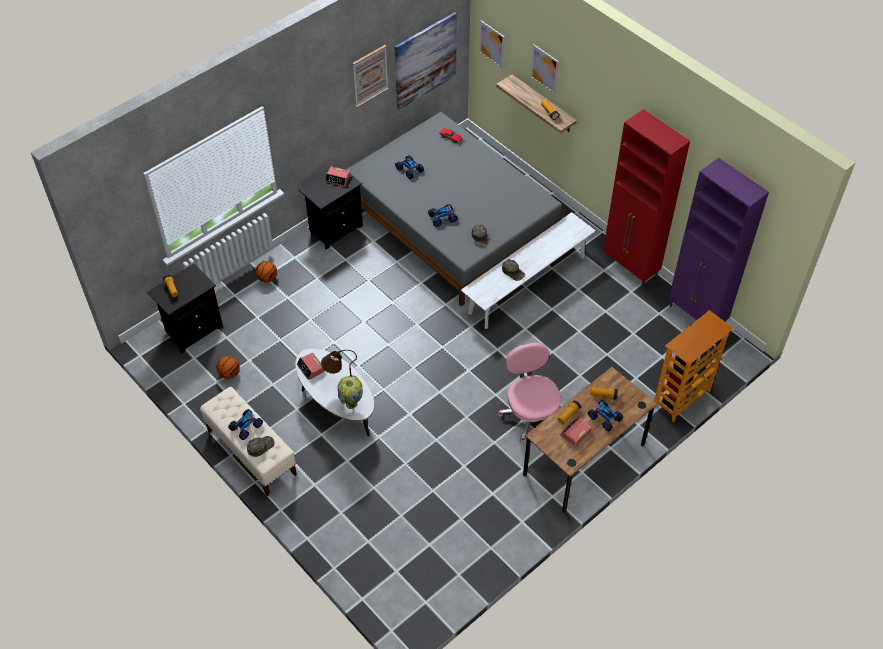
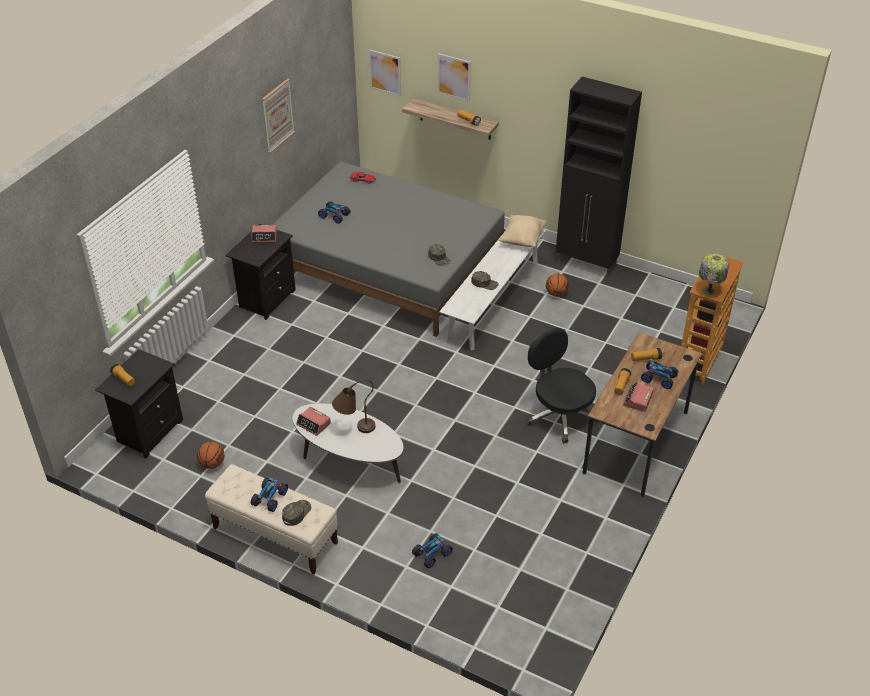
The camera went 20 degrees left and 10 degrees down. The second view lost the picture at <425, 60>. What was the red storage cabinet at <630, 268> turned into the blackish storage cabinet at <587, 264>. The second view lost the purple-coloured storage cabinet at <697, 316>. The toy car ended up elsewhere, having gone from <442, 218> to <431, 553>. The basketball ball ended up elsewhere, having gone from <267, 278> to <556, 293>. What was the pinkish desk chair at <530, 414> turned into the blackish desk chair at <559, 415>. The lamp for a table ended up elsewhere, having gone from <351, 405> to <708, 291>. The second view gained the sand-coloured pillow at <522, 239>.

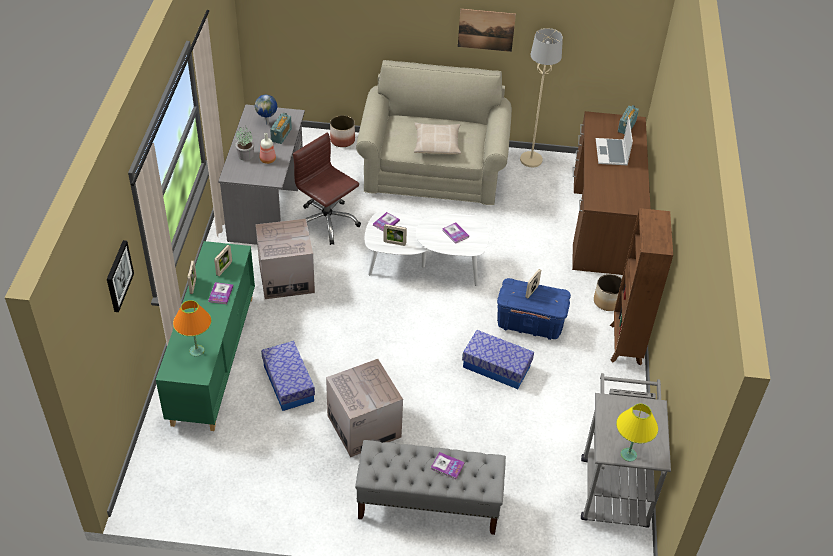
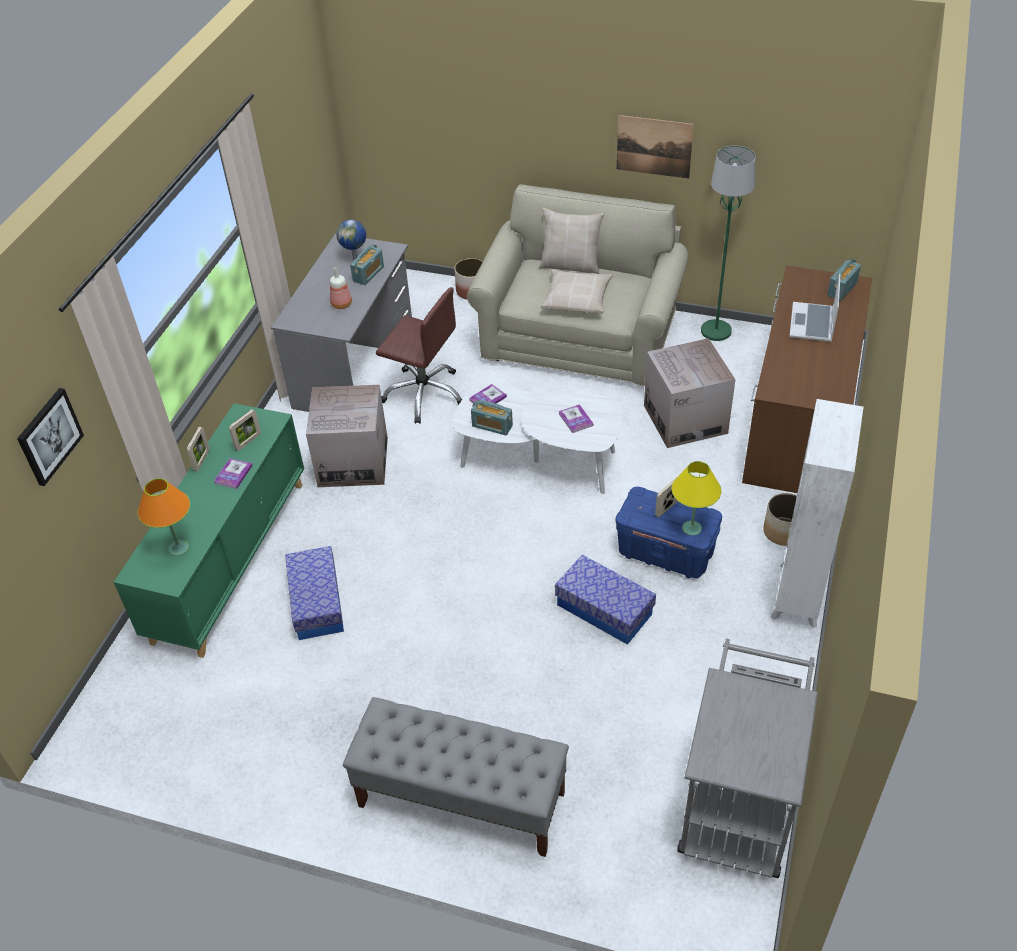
The camera went 15 degrees right and 0 degrees up. What was the sand-coloured standard lamp at <531, 160> turned into the green standard lamp at <716, 331>. The second view lost the plant in a pot at <245, 155>. The brownish desk chair at <327, 222> ended up facing another way, 150 degrees clockwise from before. What was the brownish bookshelf at <625, 345> turned into the white-coloured bookshelf at <797, 596>. Where the picture frame stood at <394, 243>, the radio came to stand at <492, 426>. The carton ended up elsewhere, having gone from <364, 426> to <685, 419>. The yellow lamp for a table ended up elsewhere, having gone from <628, 455> to <692, 528>. The second view lost the bound book at <447, 466>. The second view gained the sand-coloured pillow at <570, 265>.

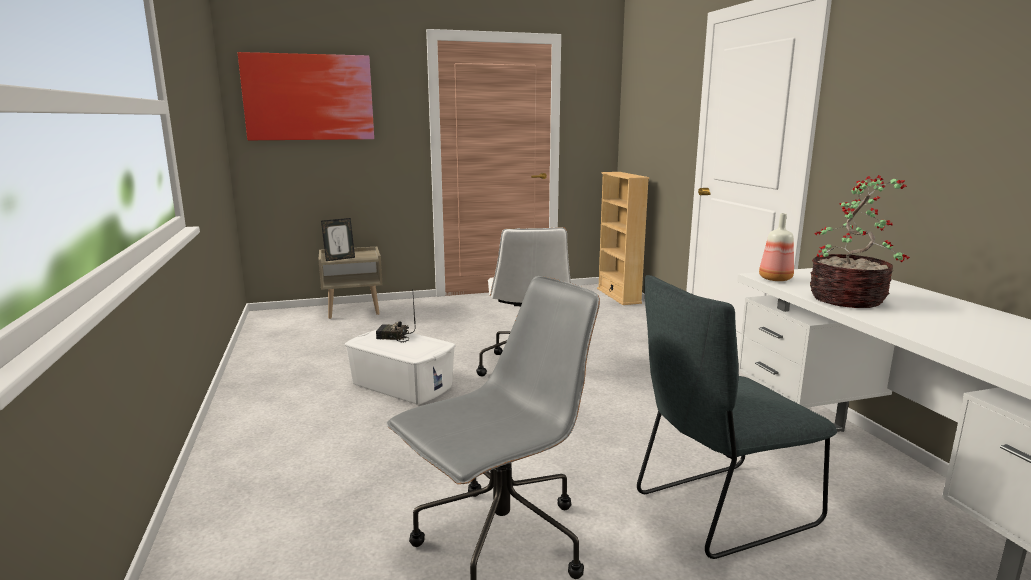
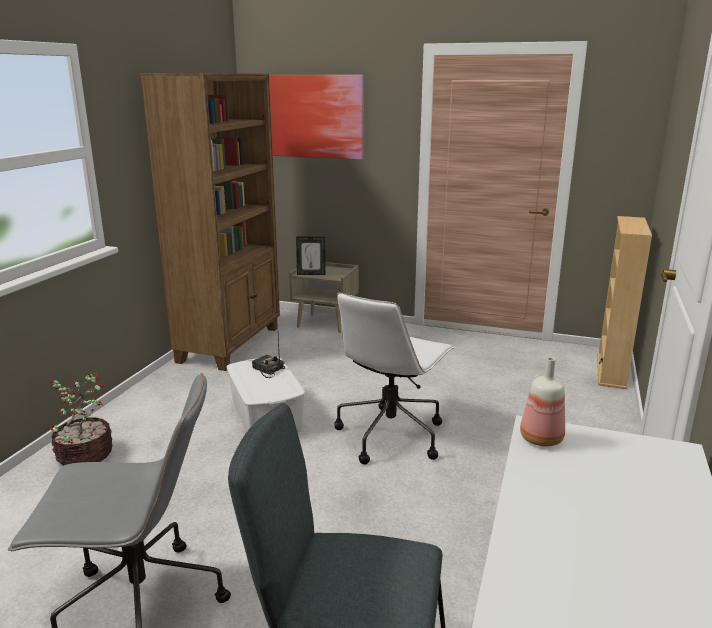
The camera went 35 degrees right and 5 degrees up. The plant in a pot ended up elsewhere, having gone from <848, 299> to <84, 456>. The second view gained the brownish bookshelf at <231, 344>.

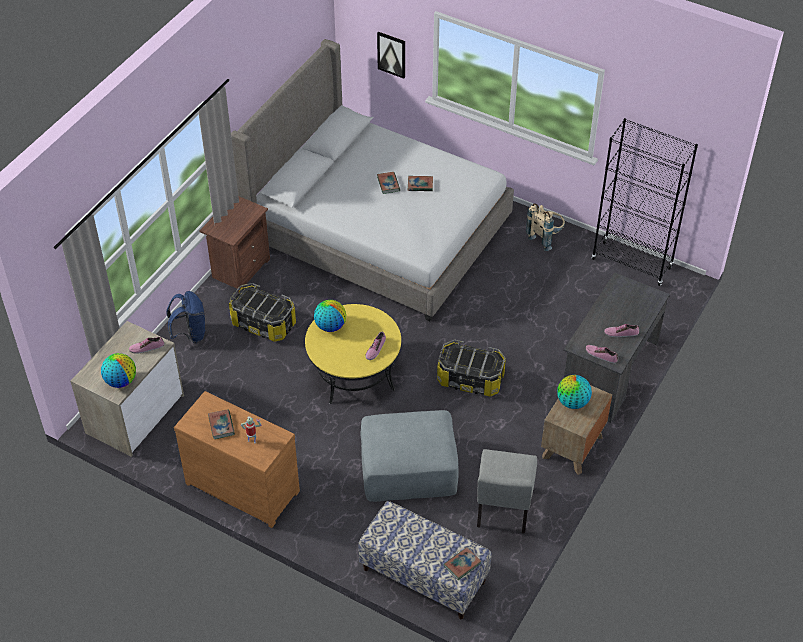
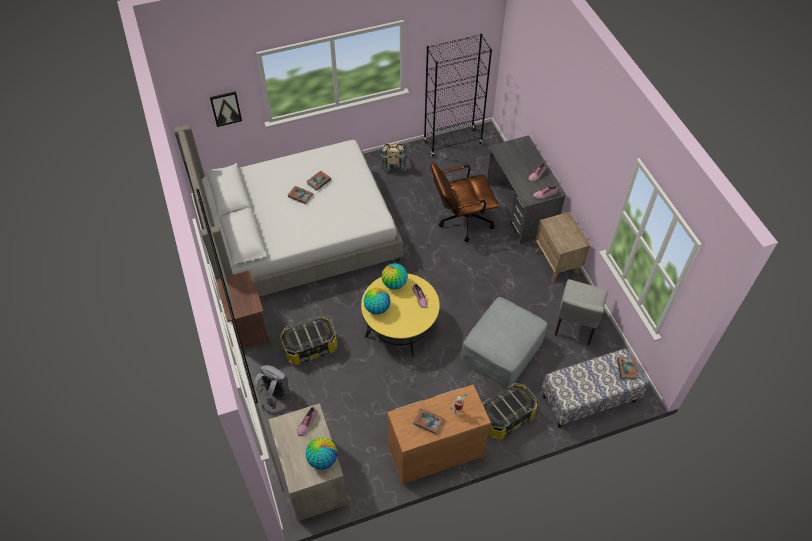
The camera went 50 degrees left and 5 degrees up. What was the blue knapsack at <190, 334> turned into the greyish knapsack at <274, 395>. The storage box ended up elsewhere, having gone from <470, 379> to <506, 418>. The world globe ended up elsewhere, having gone from <572, 402> to <394, 284>. The greyish chair at <503, 512> ended up facing another way, 60 degrees clockwise from before. The second view gained the brownish desk chair at <461, 221>.

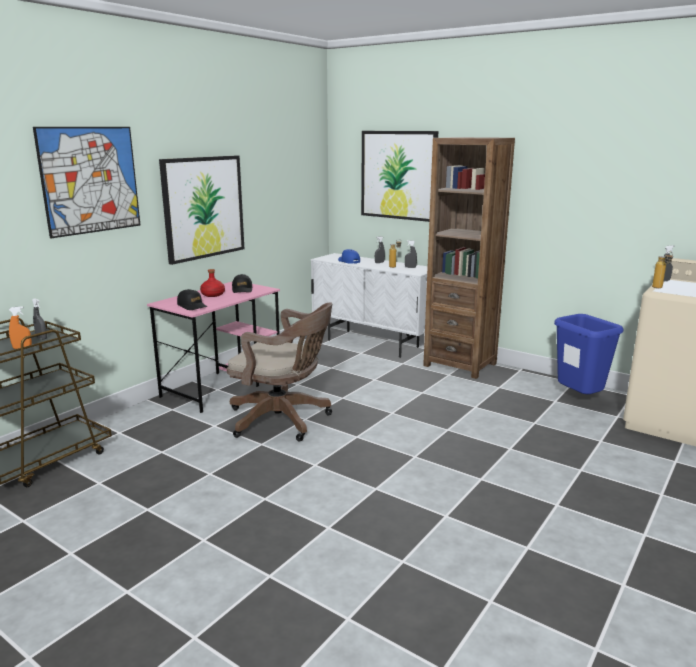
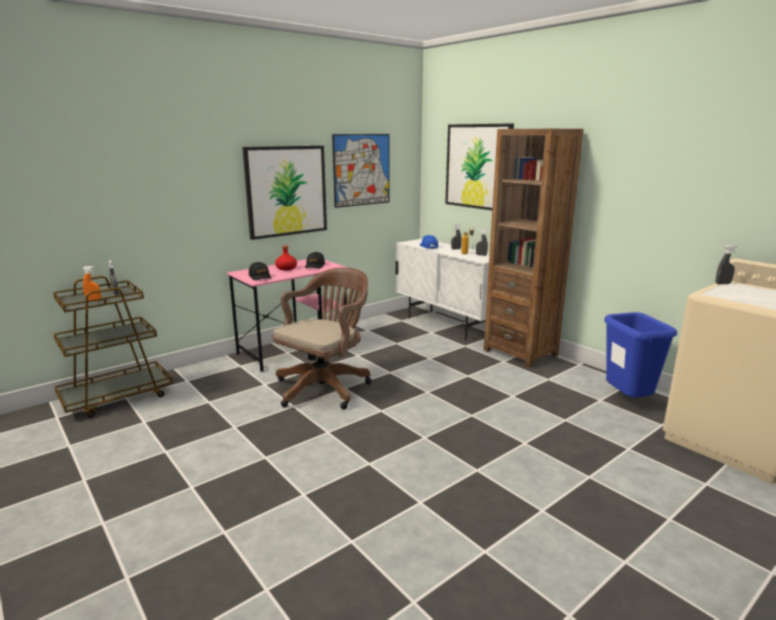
The camera went 15 degrees right and 0 degrees up. The picture ended up elsewhere, having gone from <90, 180> to <362, 170>. The second view lost the beverage bottle at <660, 288>. The brownish desk chair at <283, 420> ended up facing another way, 90 degrees counterclockwise from before.

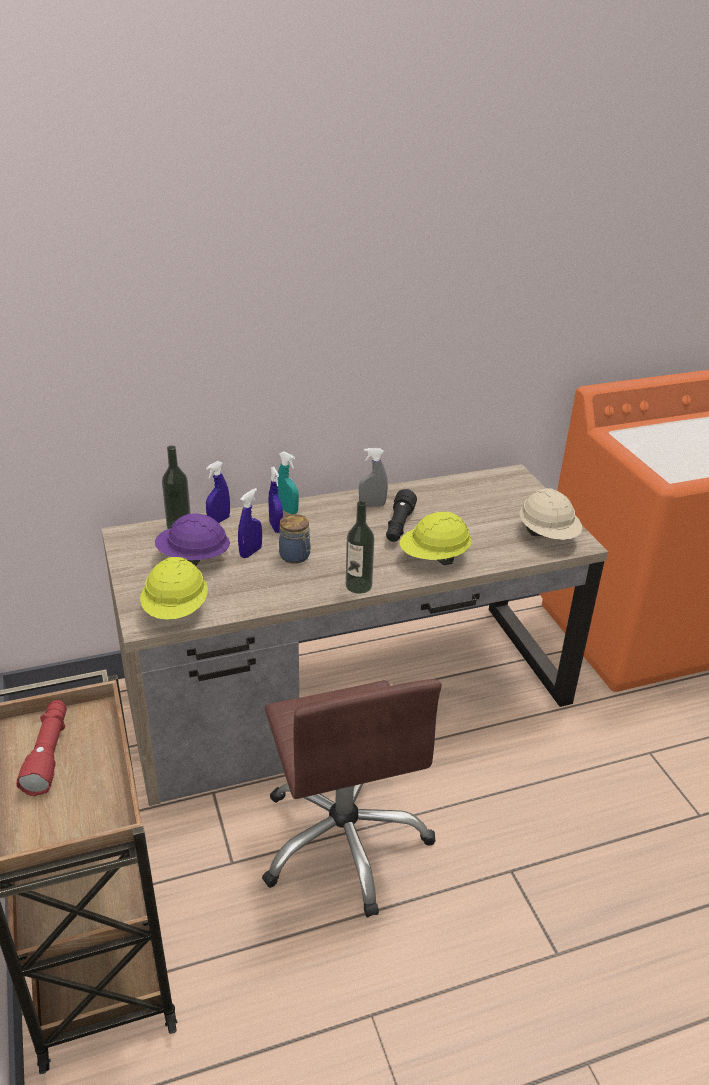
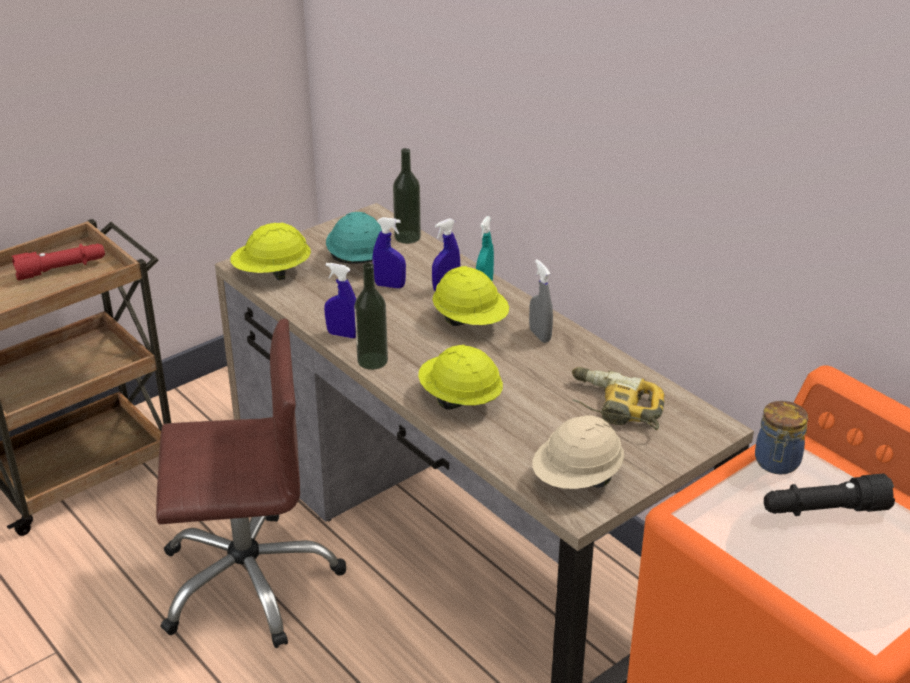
The camera went 70 degrees right and 0 degrees up. The blue spray bottle ended up elsewhere, having gone from <219, 521> to <343, 334>. The blackish flashlight ended up elsewhere, having gone from <399, 526> to <824, 510>. What was the purple-coloured work helmet at <193, 558> turned into the turquoise-coloured work helmet at <358, 259>. The preserve jar ended up elsewhere, having gone from <296, 556> to <776, 463>. The brownish desk chair at <344, 840> ended up facing another way, 150 degrees counterclockwise from before. The second view gained the yellow work helmet at <470, 321>. The second view gained the electric drill at <613, 408>.

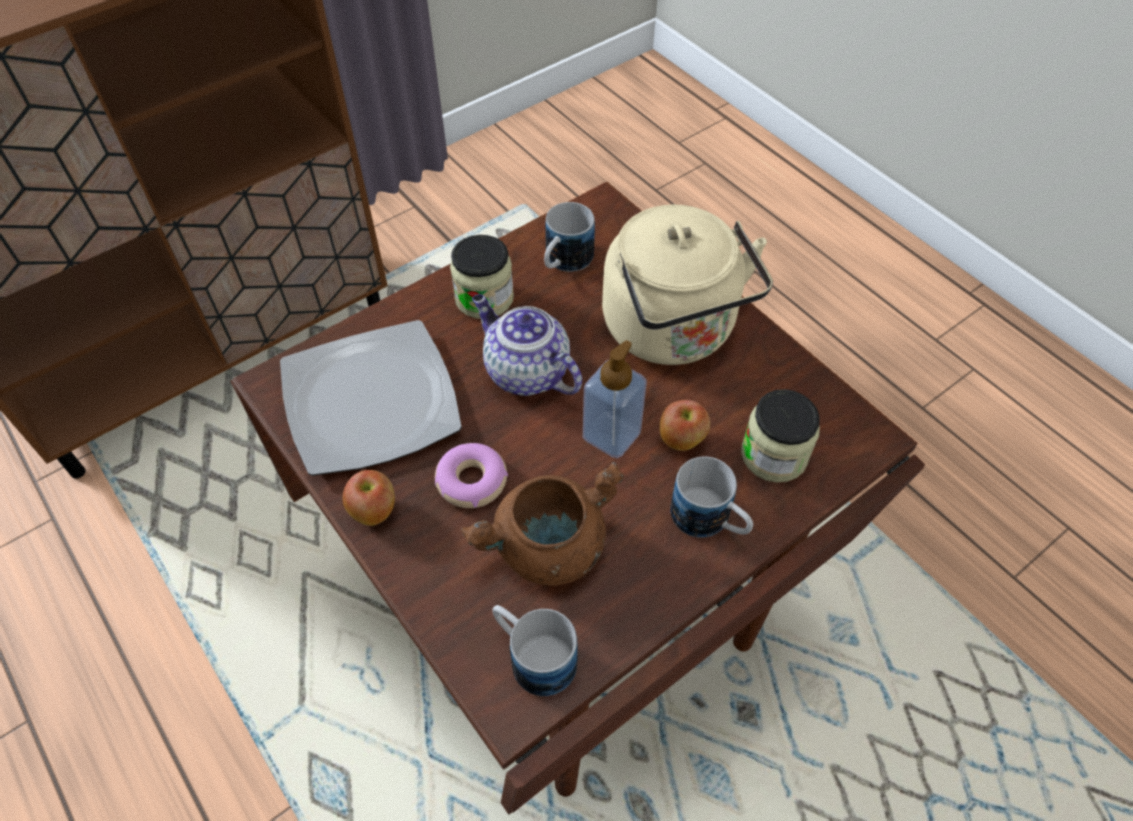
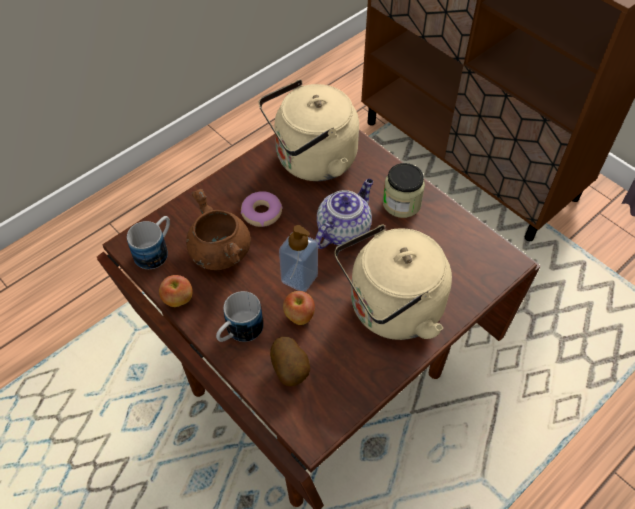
The camera went 85 degrees right and 0 degrees up. The second view lost the mug at <564, 262>. Where the plate stood at <369, 403>, the sand-coloured kettle came to stand at <311, 161>. Where the preserve jar stood at <774, 455>, the potato came to stand at <291, 370>. The apple fruit ended up elsewhere, having gone from <374, 511> to <178, 300>.

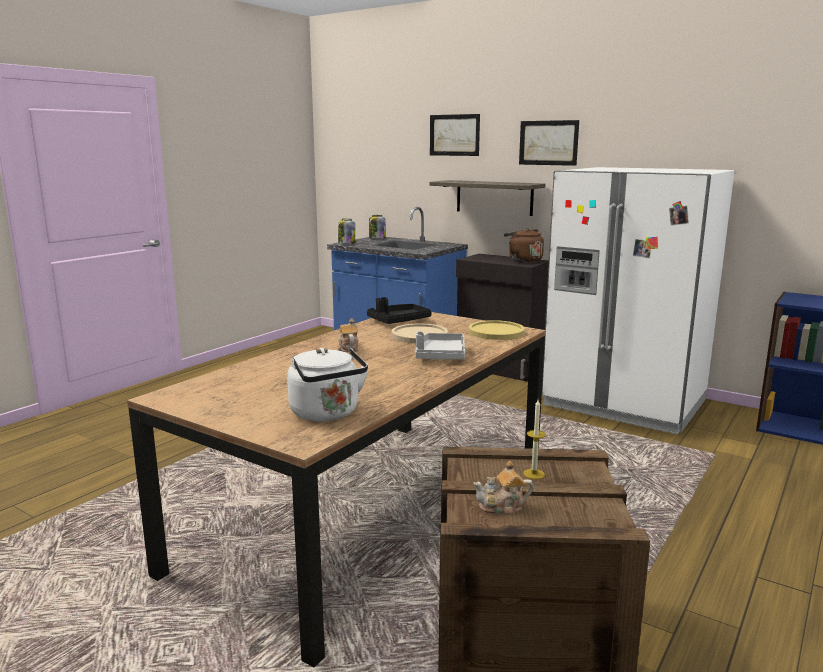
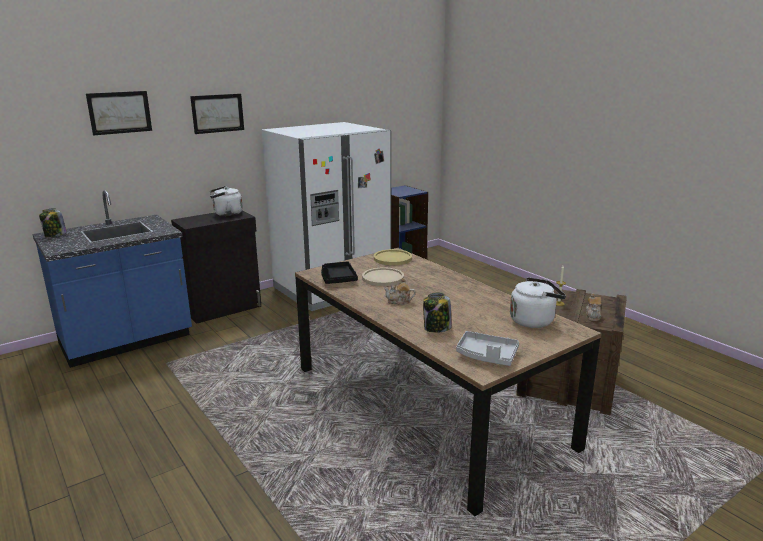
The camera went 70 degrees left and 5 degrees up. The second view lost the wall shelf at <494, 197>. The preserve jar ended up elsewhere, having gone from <346, 243> to <437, 328>. What was the brownish kettle at <523, 260> turned into the white-coloured kettle at <226, 214>. The greyish tray ended up elsewhere, having gone from <440, 355> to <486, 356>.

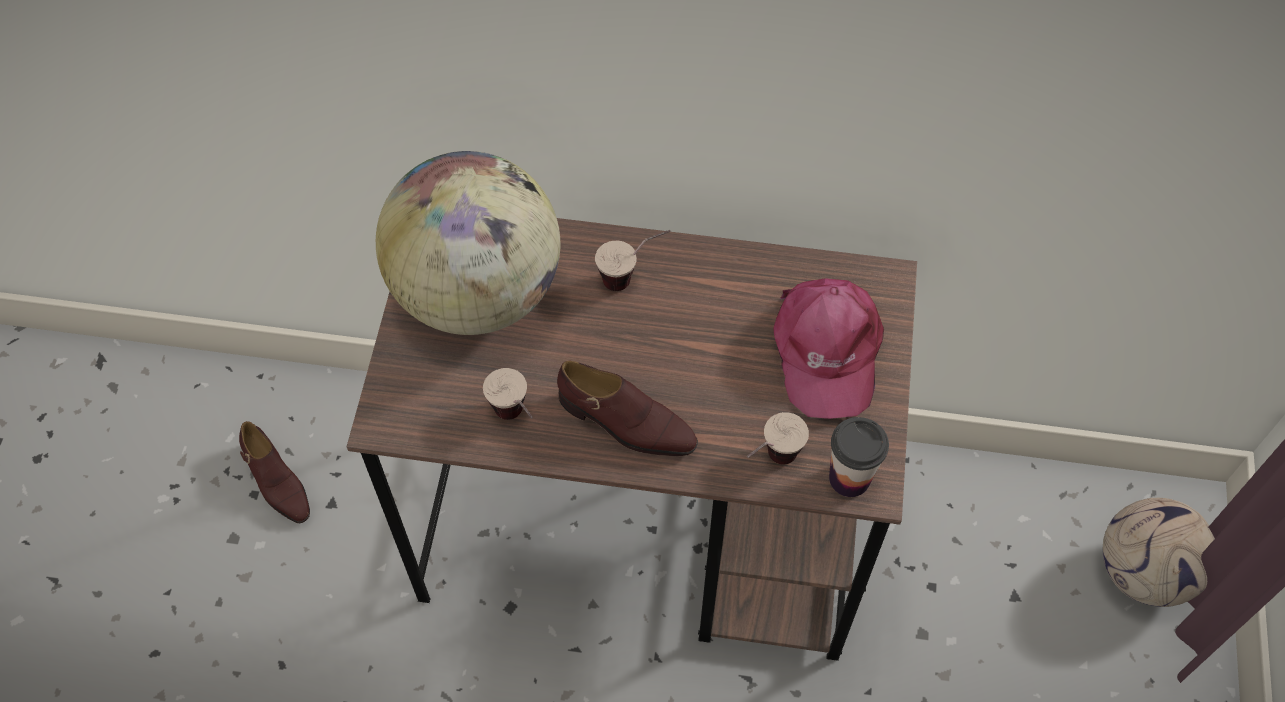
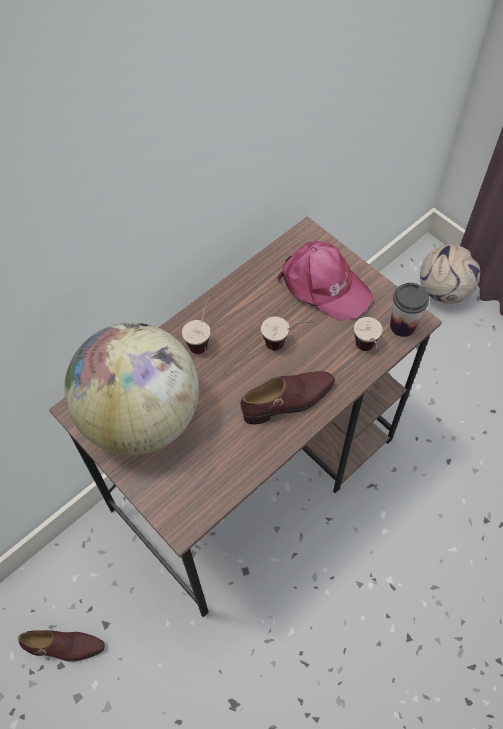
The camera went 50 degrees left and 0 degrees up. The drinking cup ended up elsewhere, having gone from <517, 421> to <286, 344>.

